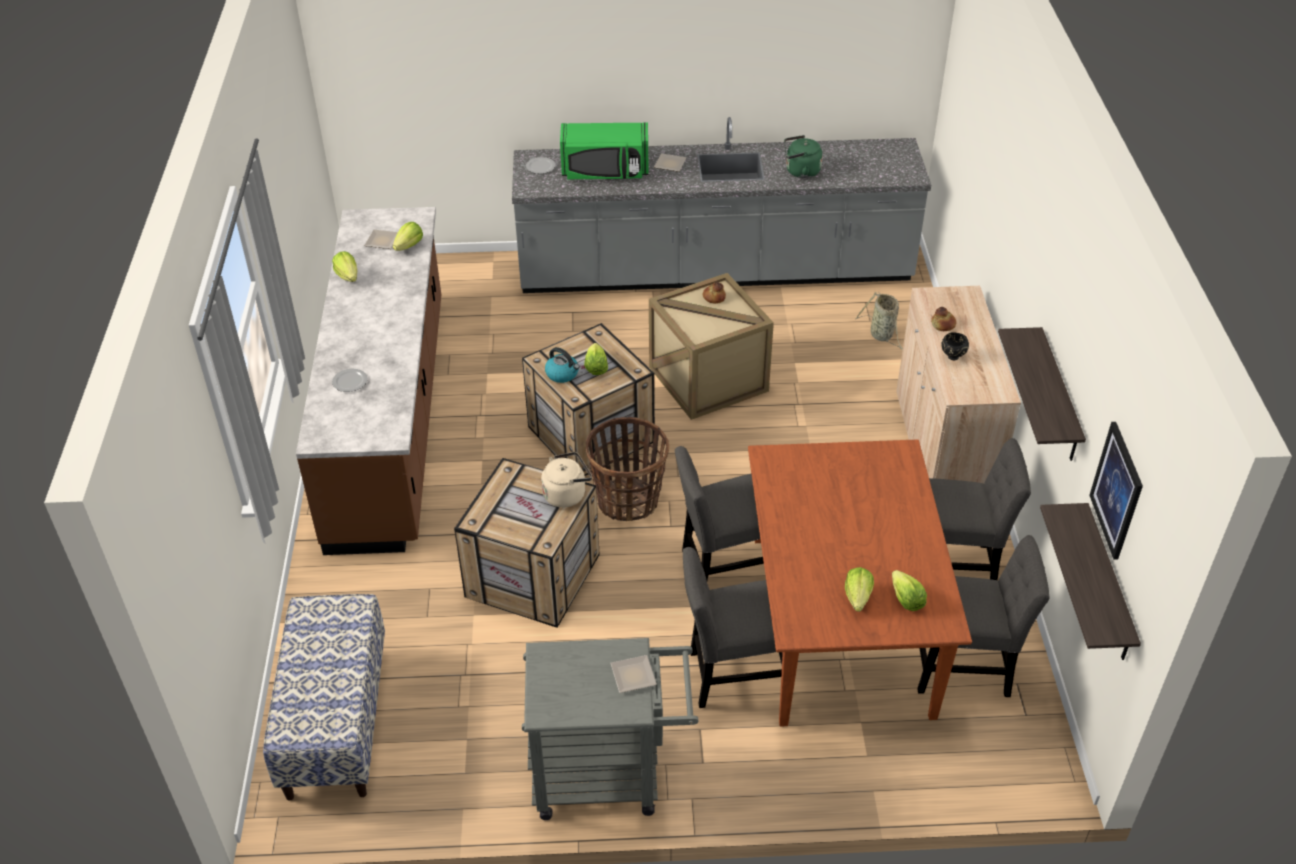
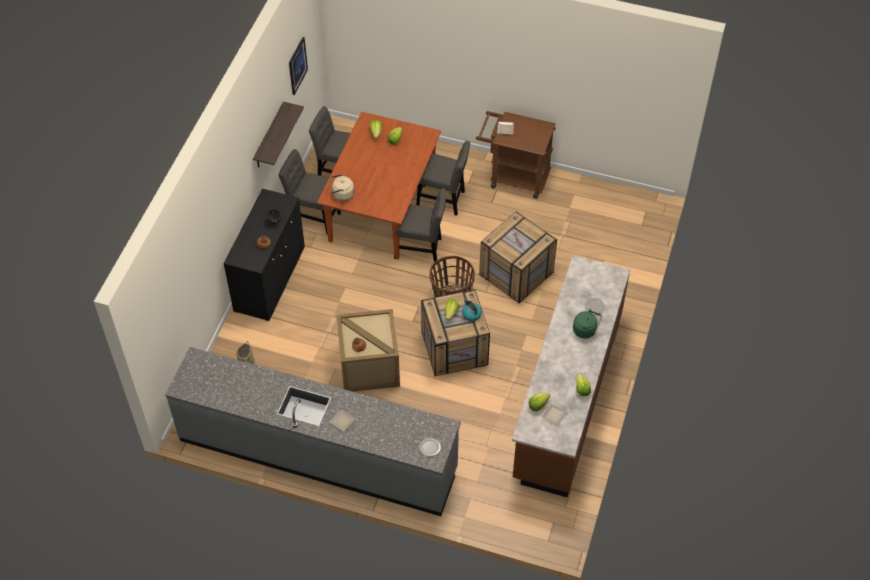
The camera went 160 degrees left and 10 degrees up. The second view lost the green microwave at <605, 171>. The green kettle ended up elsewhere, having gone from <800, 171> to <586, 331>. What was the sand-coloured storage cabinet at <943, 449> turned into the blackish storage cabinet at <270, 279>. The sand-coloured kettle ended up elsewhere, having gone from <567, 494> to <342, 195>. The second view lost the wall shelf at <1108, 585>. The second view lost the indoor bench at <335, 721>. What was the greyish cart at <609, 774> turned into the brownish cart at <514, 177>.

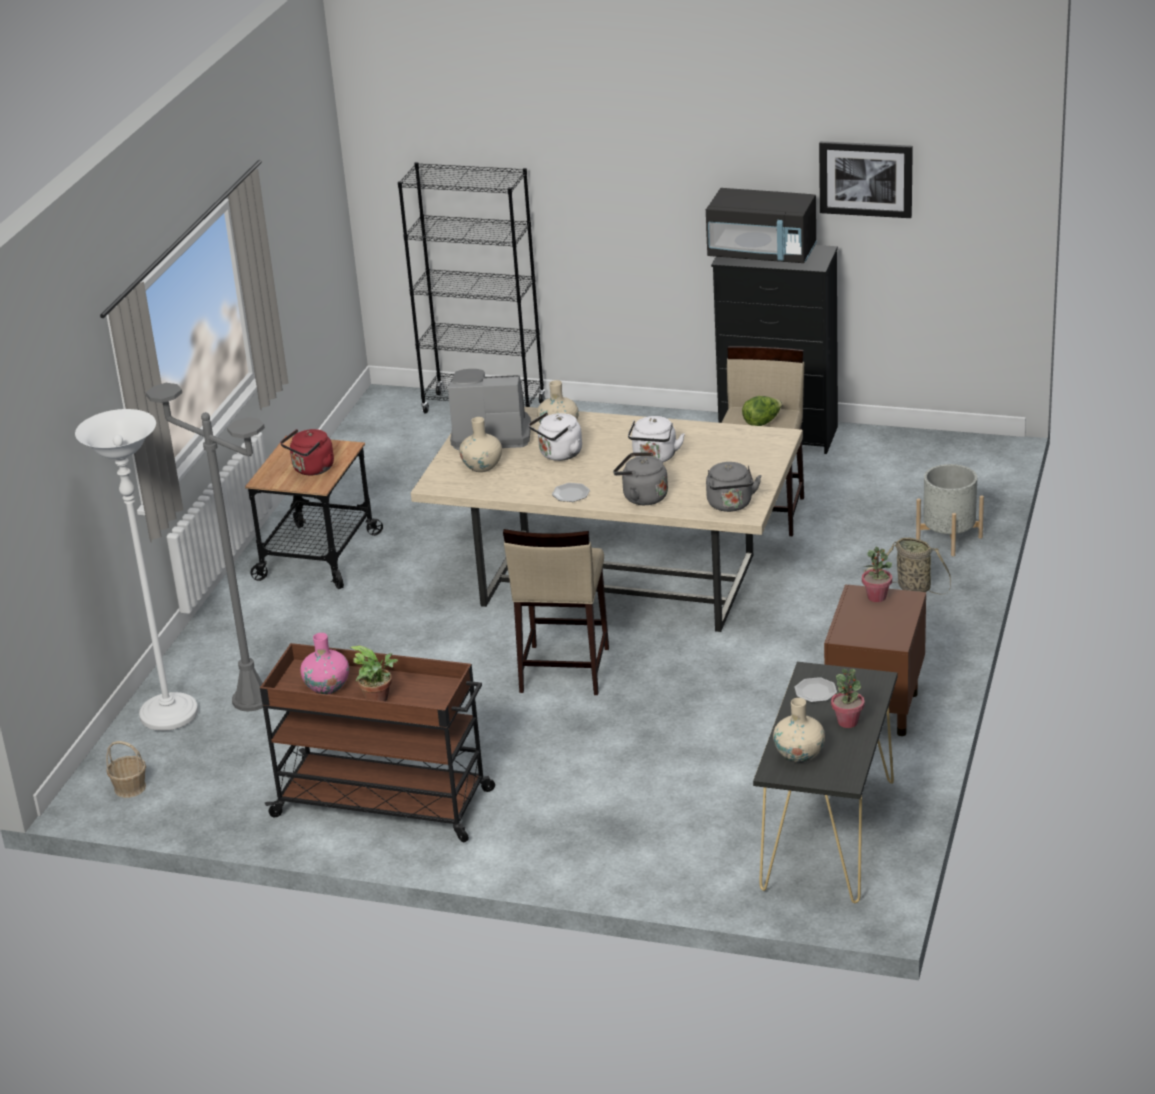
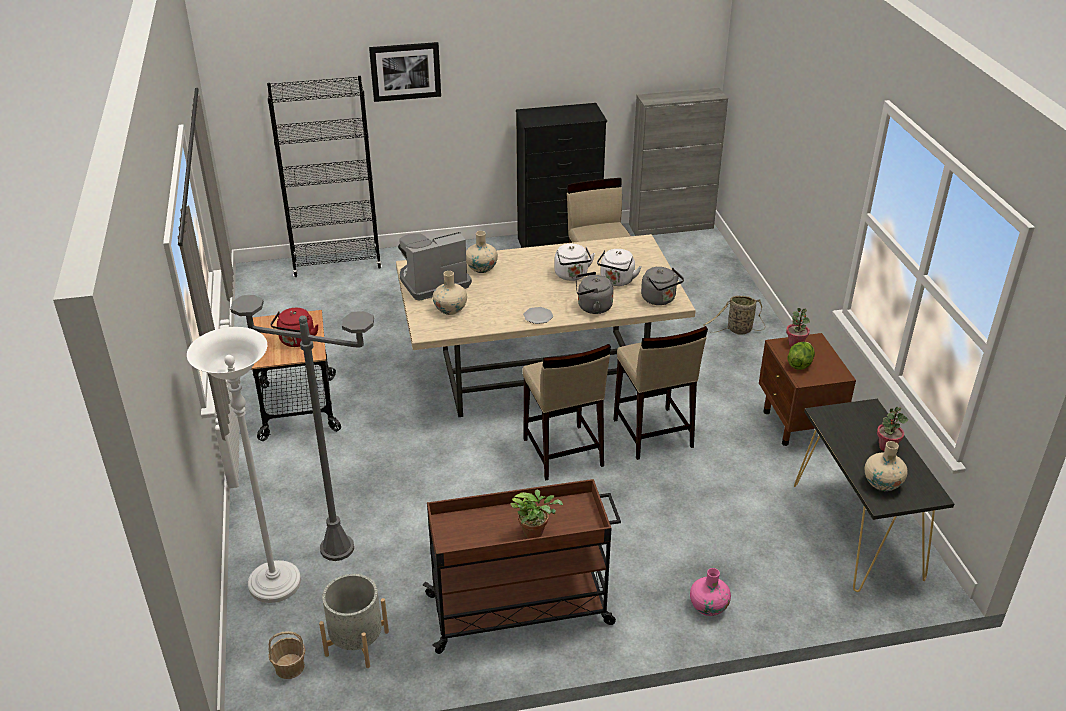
The camera went 30 degrees left and 5 degrees up. The picture ended up elsewhere, having gone from <866, 178> to <405, 71>. The second view lost the blackish microwave at <762, 254>. The lettuce head ended up elsewhere, having gone from <762, 422> to <799, 364>. The white-coloured kettle ended up elsewhere, having gone from <558, 455> to <616, 281>. The greyish planter ended up elsewhere, having gone from <949, 539> to <357, 643>. The pinkish flower vase ended up elsewhere, having gone from <327, 687> to <708, 607>. The second view lost the plate at <815, 692>. The second view gained the greyish storage cabinet at <671, 226>. The second view gained the sand-coloured sitting stool at <652, 434>.

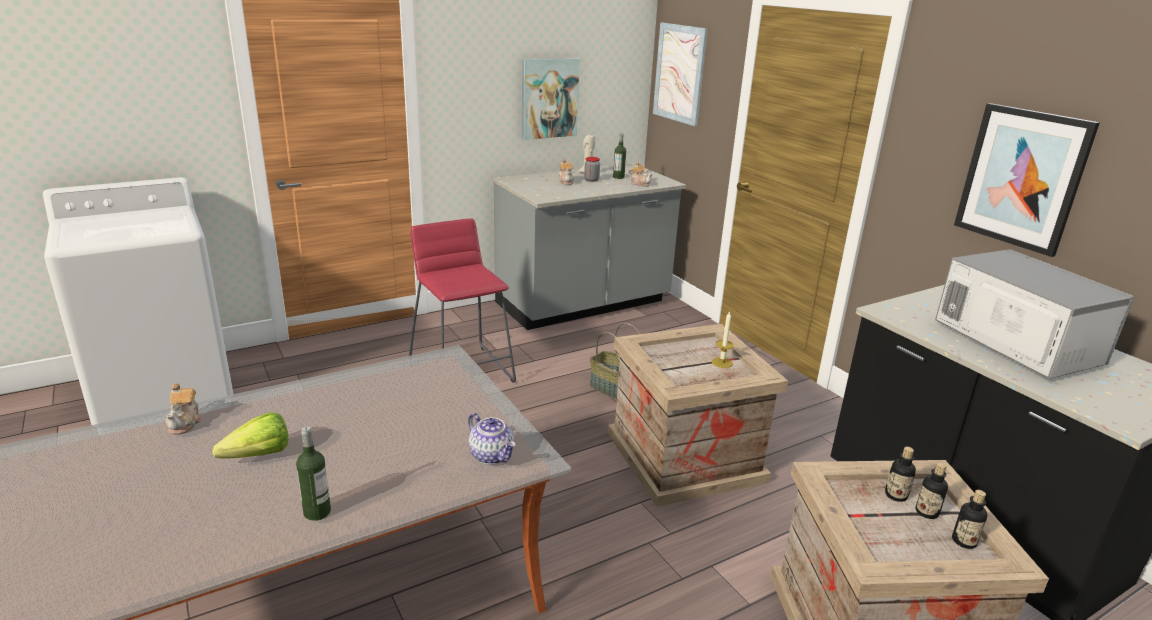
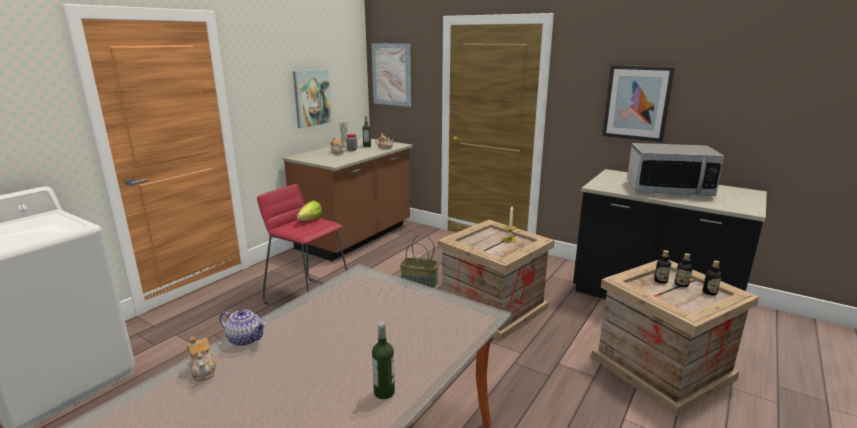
The camera went 25 degrees left and 5 degrees down. What was the greyish counter at <583, 304> turned into the brownish counter at <356, 237>. The microwave at <1014, 345> ended up facing another way, 150 degrees clockwise from before. The lettuce head ended up elsewhere, having gone from <252, 457> to <308, 221>. The pot for tea ended up elsewhere, having gone from <492, 455> to <246, 339>.

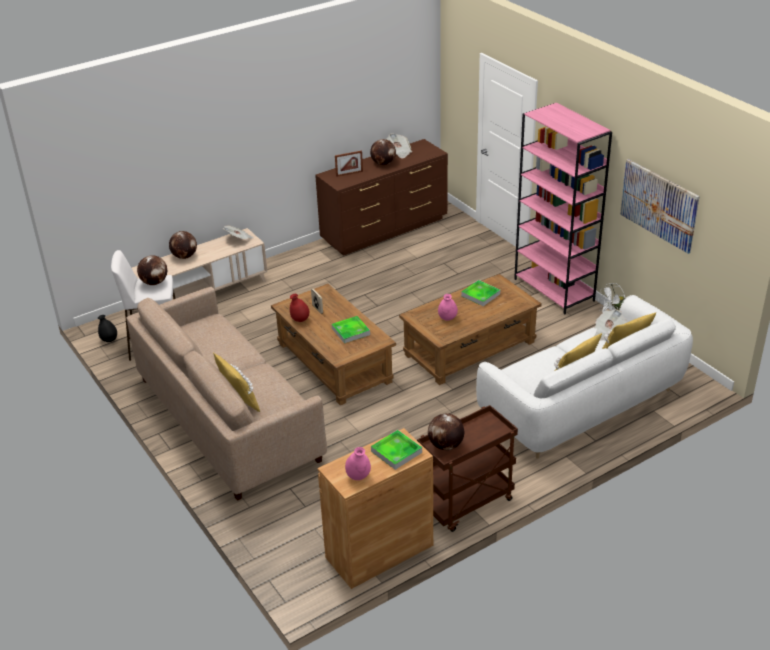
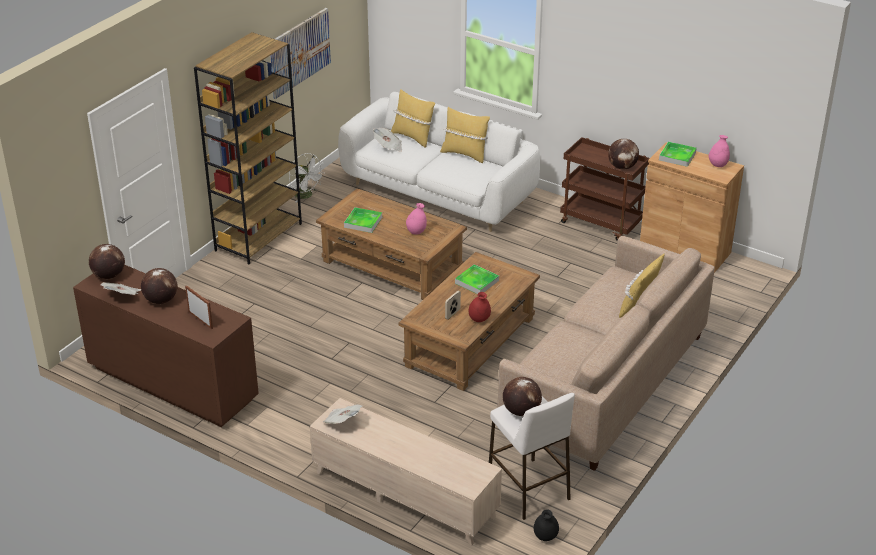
The camera went 115 degrees left and 0 degrees up. What was the pinkish bookshelf at <554, 290> turned into the brownish bookshelf at <258, 236>. The world globe ended up elsewhere, having gone from <184, 256> to <109, 276>.

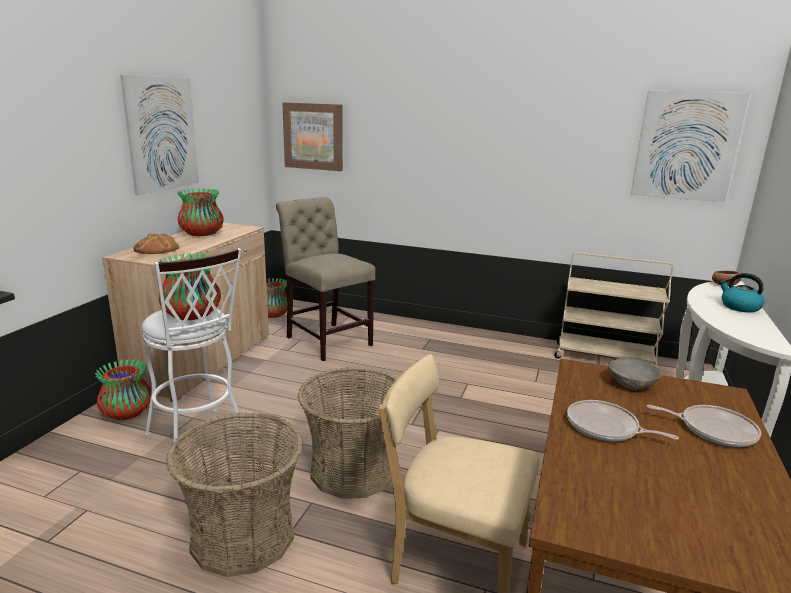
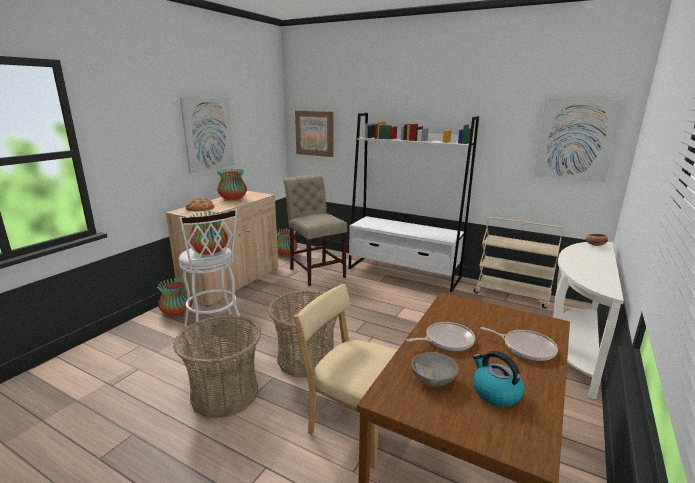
The camera went 10 degrees right and 0 degrees up. The kettle ended up elsewhere, having gone from <739, 307> to <495, 392>. The greyish bowl ended up elsewhere, having gone from <632, 385> to <434, 379>. The frying pan at <605, 428> ended up facing another way, 120 degrees clockwise from before. The second view gained the white-coloured bookshelf at <403, 273>.

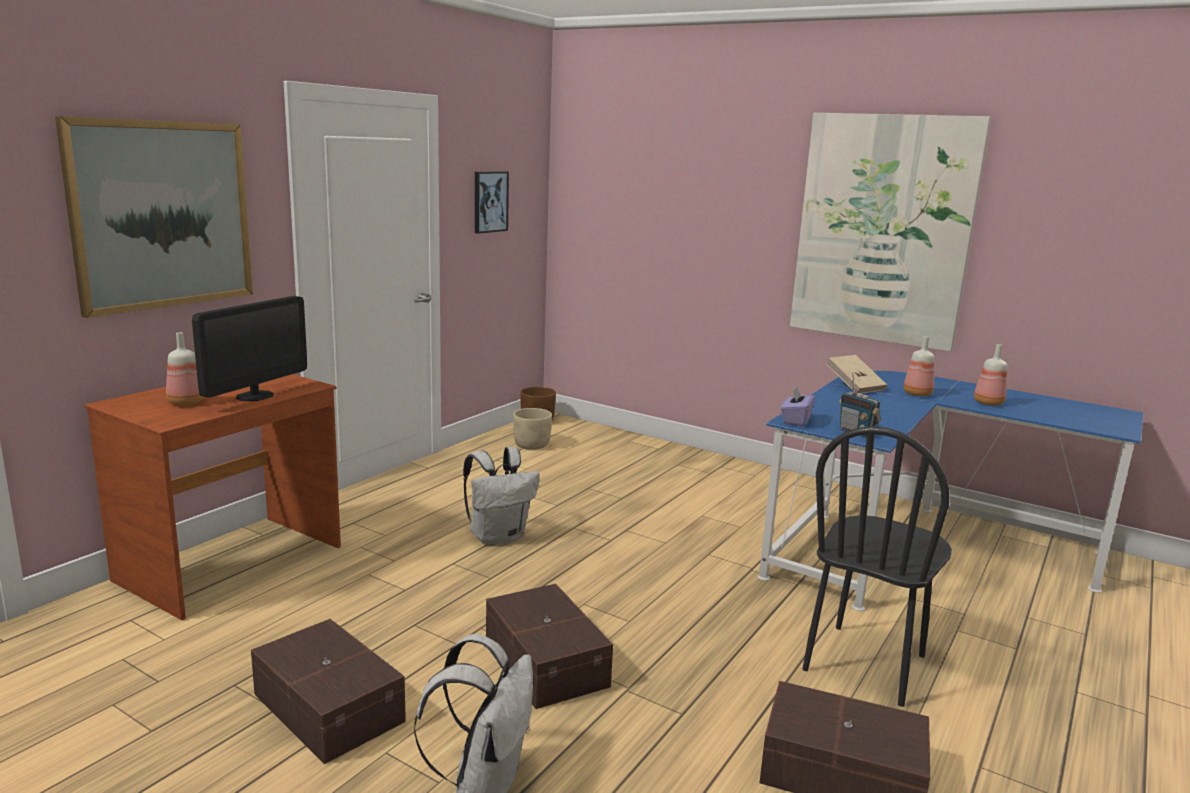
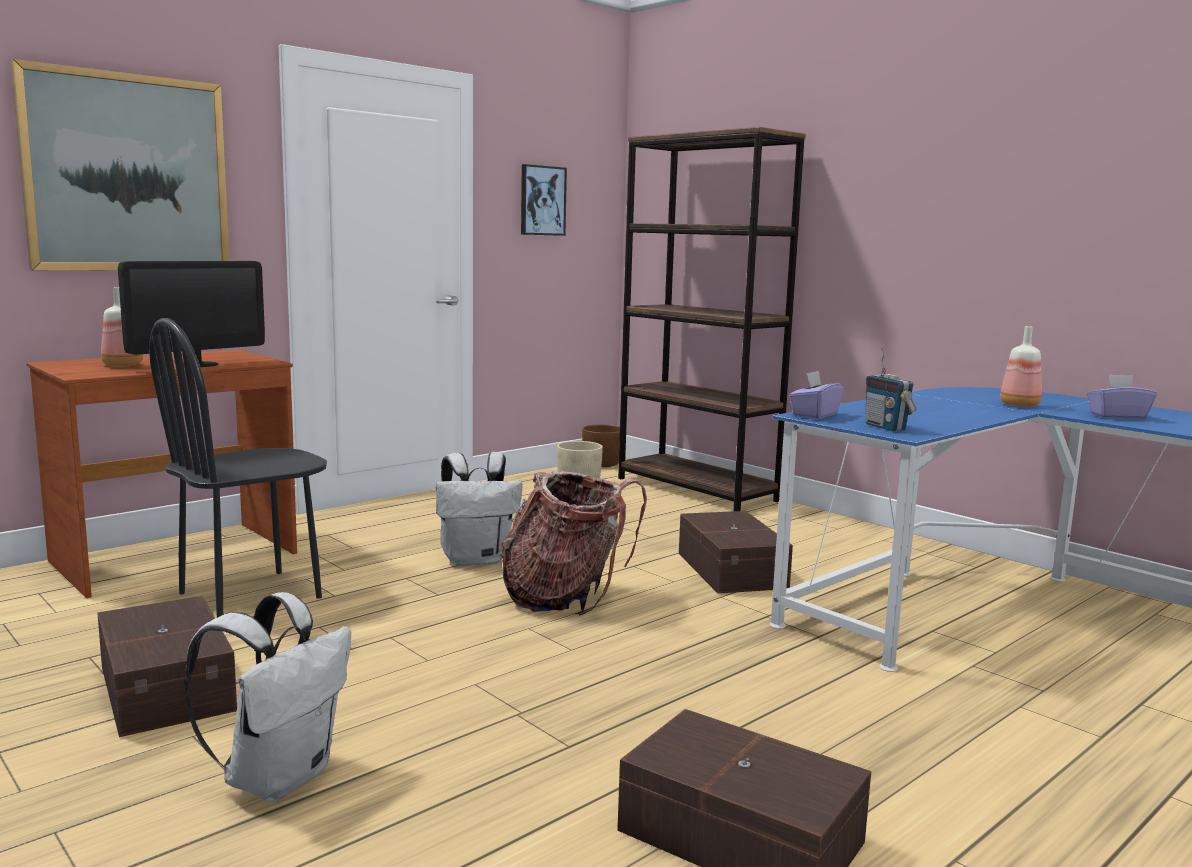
The camera went 15 degrees right and 5 degrees down. The second view lost the picture at <882, 230>. Where the beverage bottle stood at <988, 403>, the purple-coloured tissue box came to stand at <1117, 416>. The second view lost the sand-coloured bound book at <854, 387>. The blackish chair ended up elsewhere, having gone from <865, 663> to <250, 596>. The brownish storage box ended up elsewhere, having gone from <547, 661> to <732, 570>. The second view gained the brownish bookshelf at <696, 489>. The second view gained the knapsack at <566, 598>.

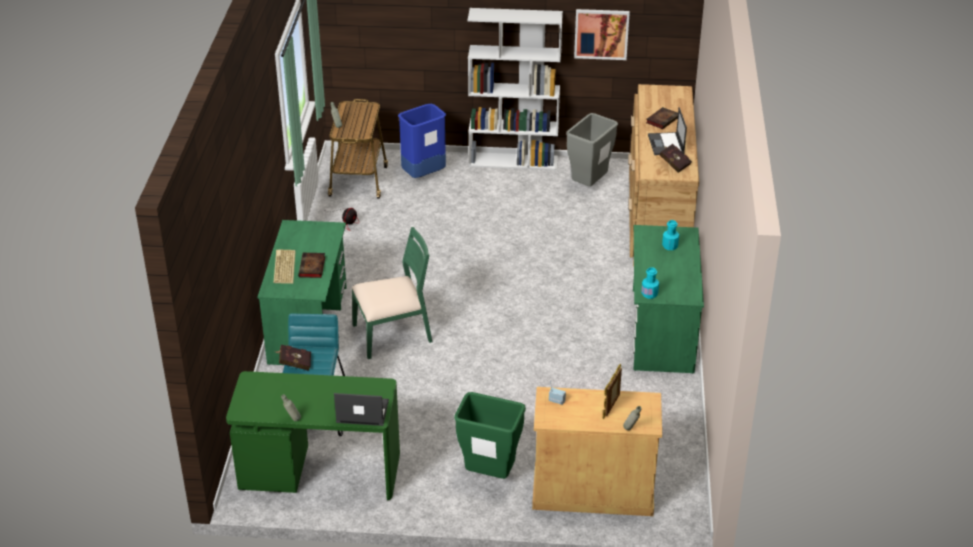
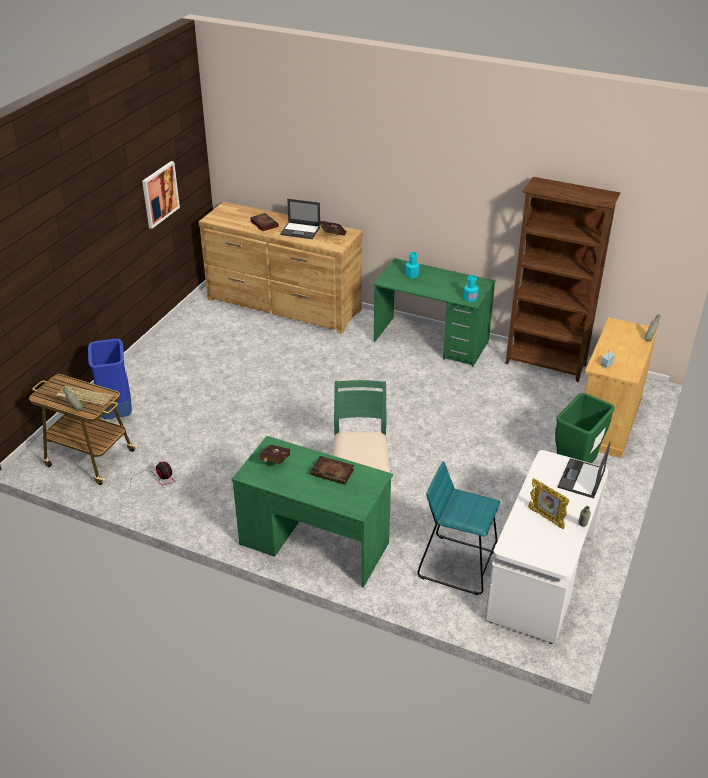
The camera went 70 degrees left and 0 degrees up. The second view lost the white-coloured bookshelf at <513, 161>. The second view lost the greyish rubbish bin at <589, 185>. The PC keyboard ended up elsewhere, having gone from <283, 267> to <83, 397>. The red bound book ended up elsewhere, having gone from <294, 364> to <274, 462>. The picture frame ended up elsewhere, having gone from <611, 406> to <546, 518>. What was the green desk table at <319, 472> turned into the white-coloured desk table at <541, 579>. The second view gained the brownish bookshelf at <546, 365>.

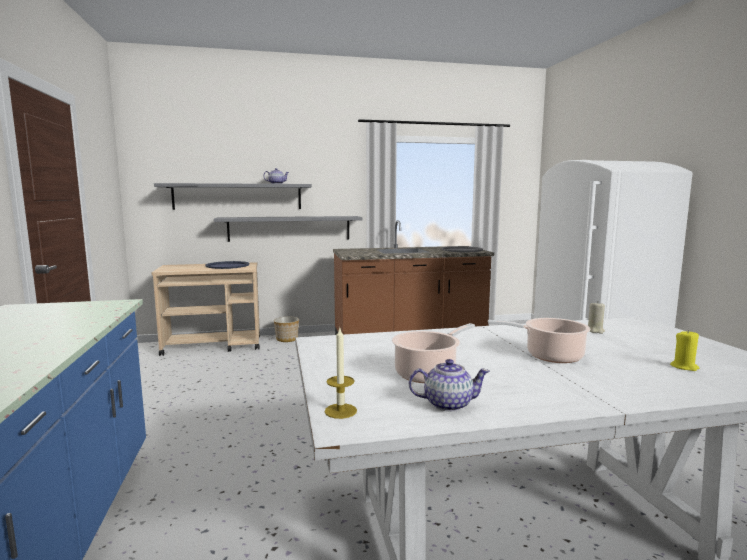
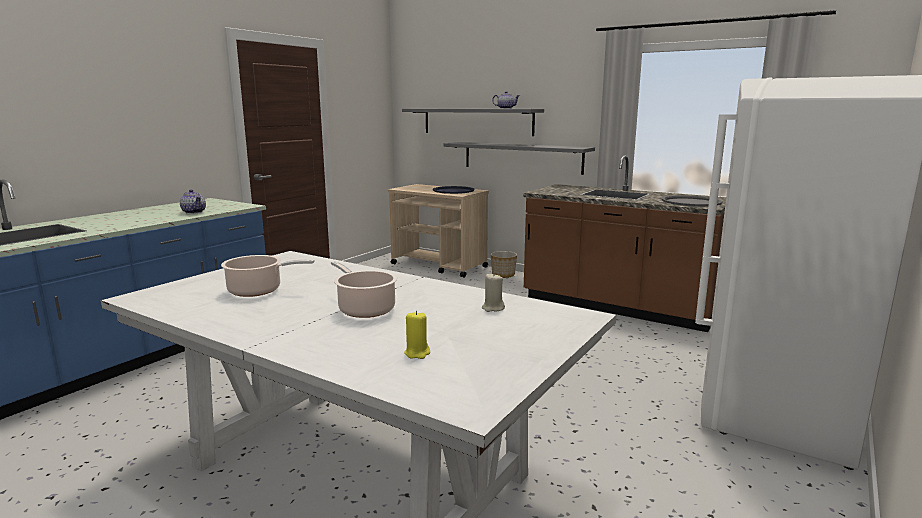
The camera went 45 degrees right and 5 degrees up. The second view lost the wax candle at <340, 411>. The pot for tea ended up elsewhere, having gone from <447, 404> to <194, 212>.

